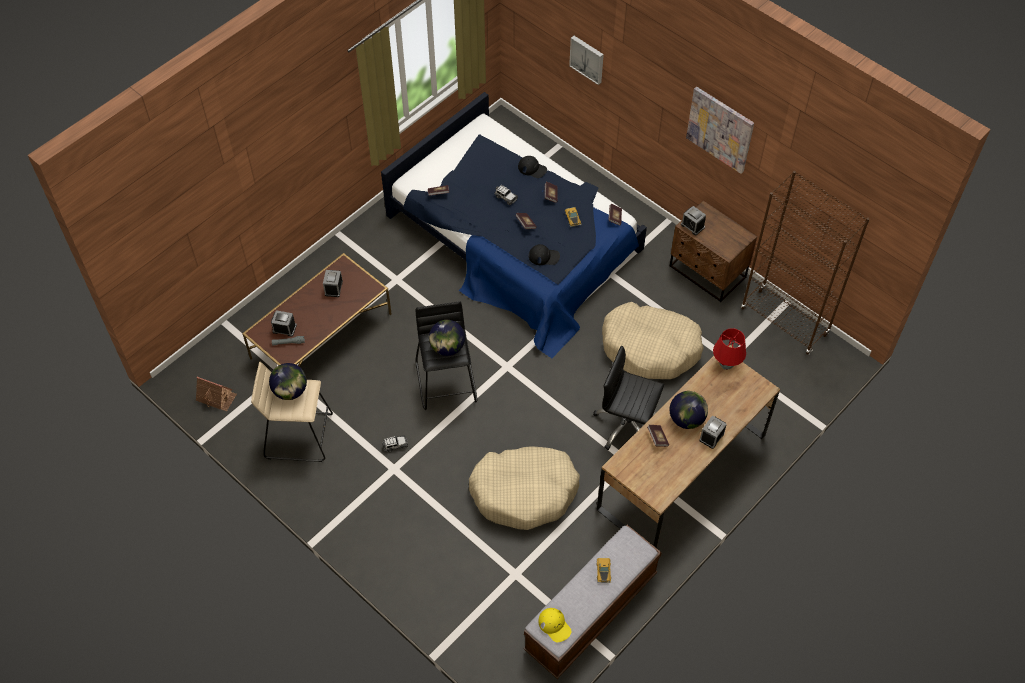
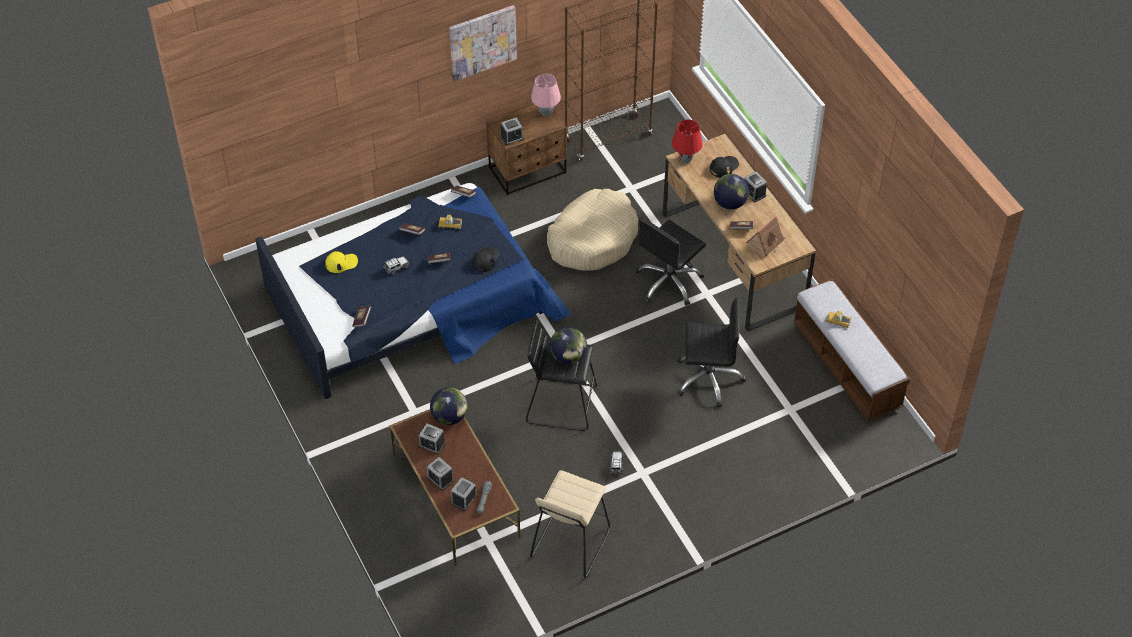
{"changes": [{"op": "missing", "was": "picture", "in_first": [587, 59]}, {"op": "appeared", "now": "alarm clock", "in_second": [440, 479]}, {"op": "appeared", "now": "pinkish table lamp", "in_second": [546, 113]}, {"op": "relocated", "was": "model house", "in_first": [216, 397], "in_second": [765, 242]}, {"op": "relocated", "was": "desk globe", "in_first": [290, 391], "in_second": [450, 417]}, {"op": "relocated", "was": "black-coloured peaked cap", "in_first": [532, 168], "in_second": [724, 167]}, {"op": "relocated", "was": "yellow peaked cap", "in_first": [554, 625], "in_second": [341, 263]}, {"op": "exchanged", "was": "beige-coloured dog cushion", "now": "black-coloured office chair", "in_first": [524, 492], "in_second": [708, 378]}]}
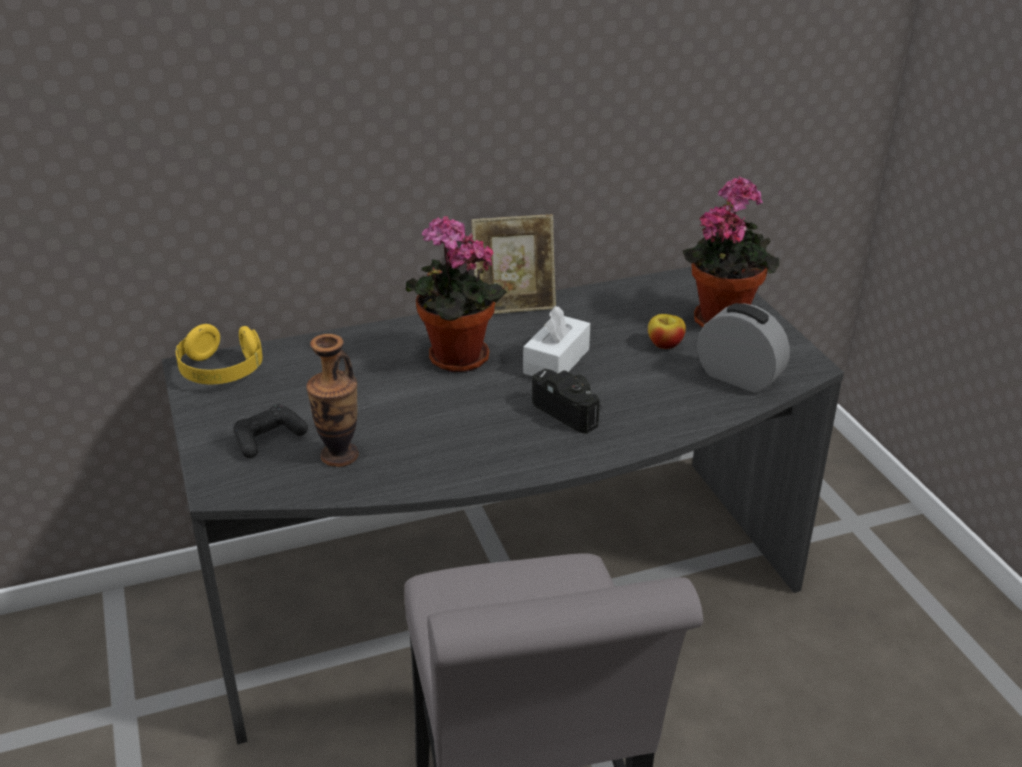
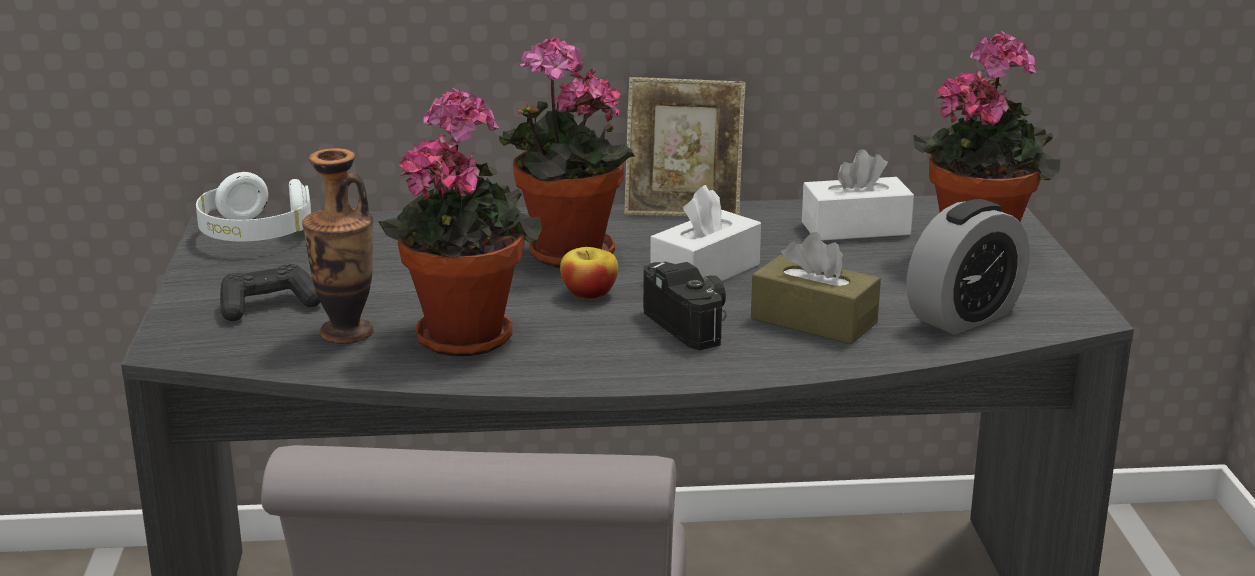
{"changes": [{"op": "appeared", "now": "houseplant", "in_second": [465, 333]}, {"op": "appeared", "now": "brown-coloured tissue box", "in_second": [813, 321]}, {"op": "appeared", "now": "whitish tissue box", "in_second": [855, 228]}, {"op": "relocated", "was": "apple fruit", "in_first": [665, 344], "in_second": [589, 294]}, {"op": "colour", "was": "yellow headphones", "now": "whitish headphones", "in_first": [221, 371], "in_second": [255, 235]}, {"op": "spun", "was": "alarm clock", "in_first": [739, 377], "in_second": [964, 316], "clockwise": 90}]}
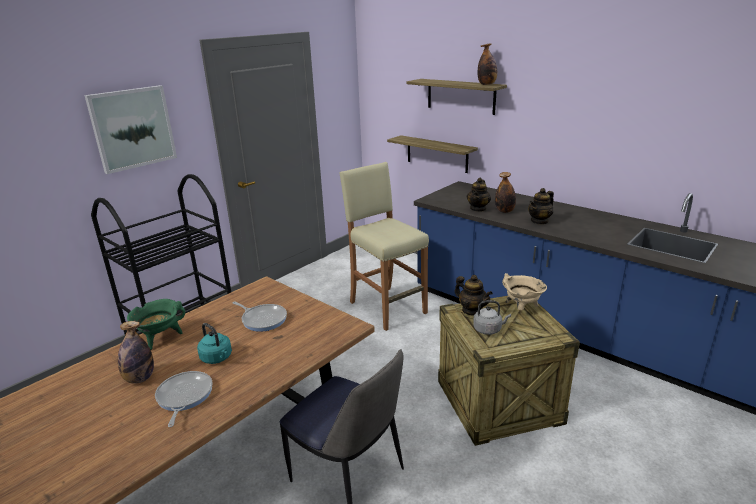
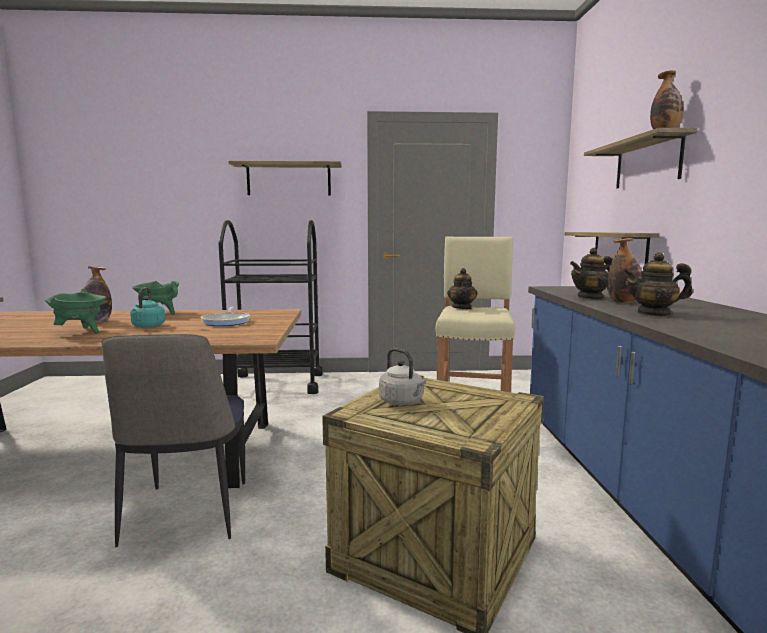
{"changes": [{"op": "missing", "was": "beige-coloured cooking pot", "in_first": [521, 308]}, {"op": "relocated", "was": "teapot", "in_first": [472, 310], "in_second": [462, 308]}, {"op": "exchanged", "was": "picture", "now": "bracket shelf", "in_first": [132, 128], "in_second": [289, 179]}, {"op": "exchanged", "was": "pan", "now": "greenish cooking pot", "in_first": [184, 397], "in_second": [81, 332]}]}
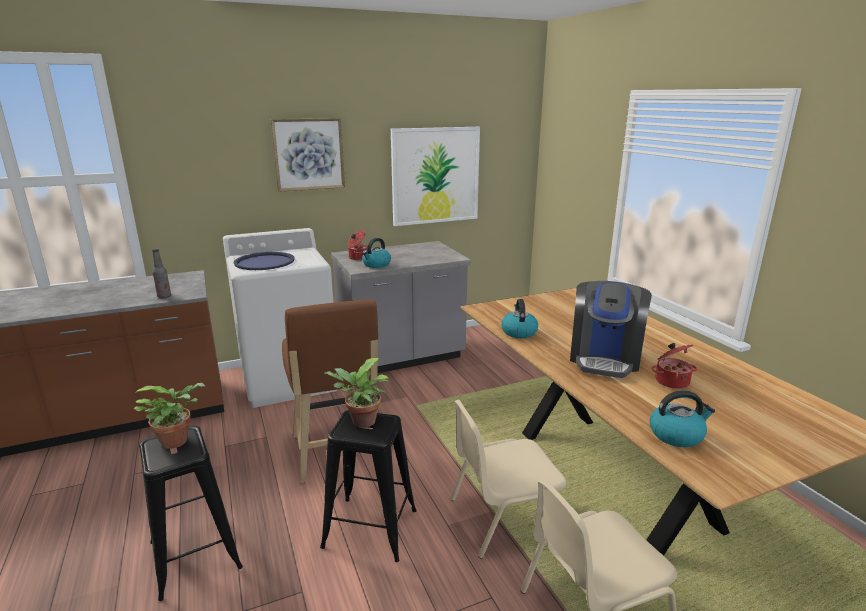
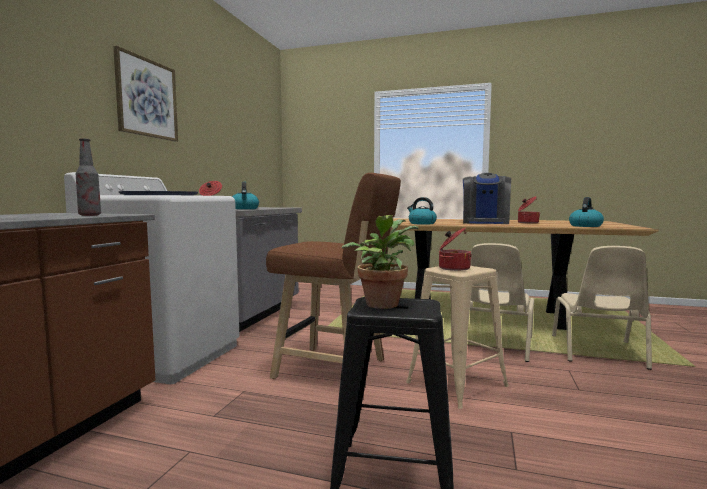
{"changes": [{"op": "missing", "was": "picture", "in_first": [435, 175]}, {"op": "exchanged", "was": "houseplant", "now": "cooking pot", "in_first": [361, 422], "in_second": [453, 268]}, {"op": "colour", "was": "black-coloured stool seat", "now": "beige-coloured stool seat", "in_first": [369, 528], "in_second": [456, 384]}, {"op": "spun", "was": "coffee machine", "in_first": [604, 358], "in_second": [485, 223], "clockwise": 45}]}
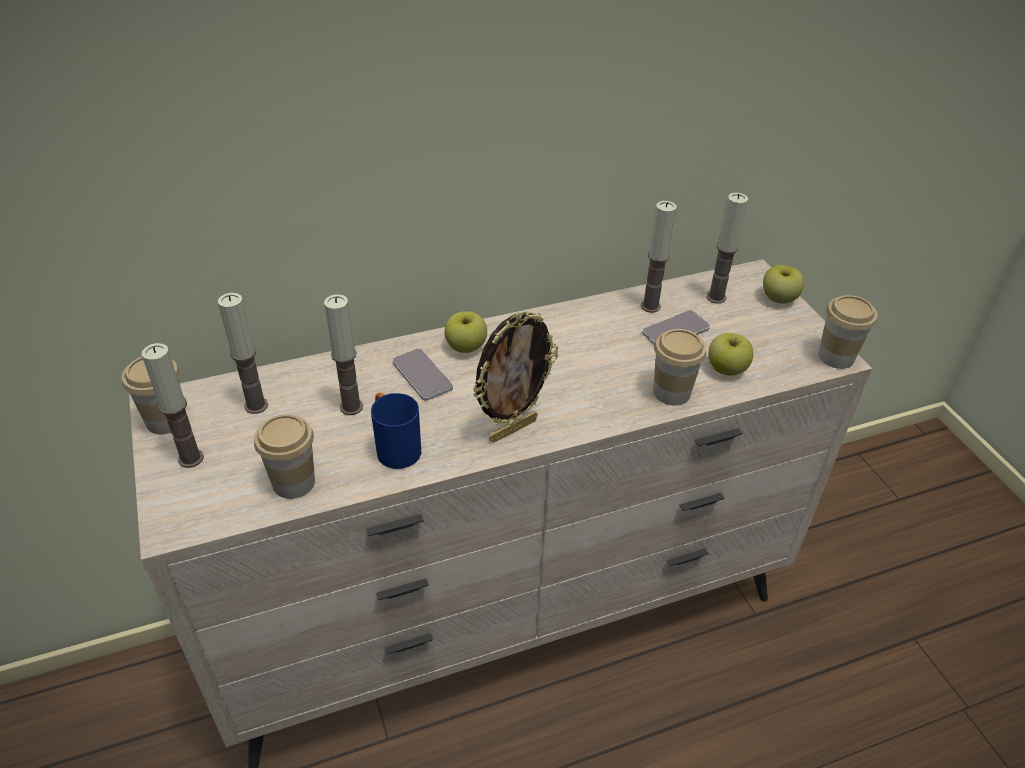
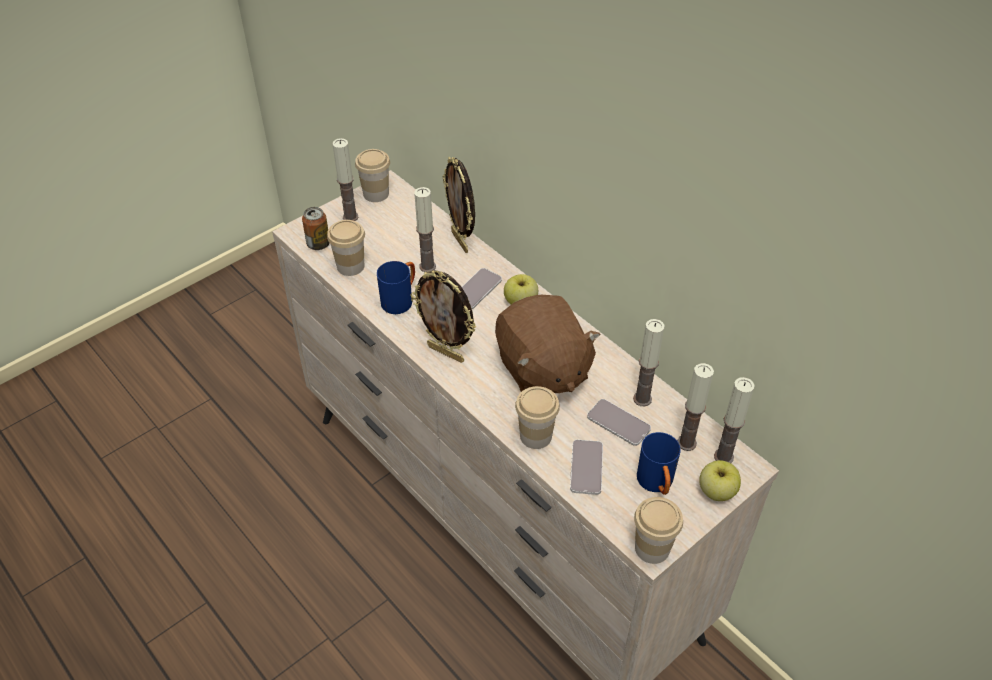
{"changes": [{"op": "appeared", "now": "sealed can", "in_second": [318, 244]}, {"op": "appeared", "now": "standing frame", "in_second": [461, 241]}, {"op": "appeared", "now": "brown-coloured soft toy", "in_second": [542, 370]}, {"op": "appeared", "now": "bluish tea mug", "in_second": [657, 484]}, {"op": "relocated", "was": "wax light", "in_first": [256, 405], "in_second": [723, 457]}, {"op": "exchanged", "was": "apple fruit", "now": "telephone", "in_first": [726, 369], "in_second": [586, 467]}]}
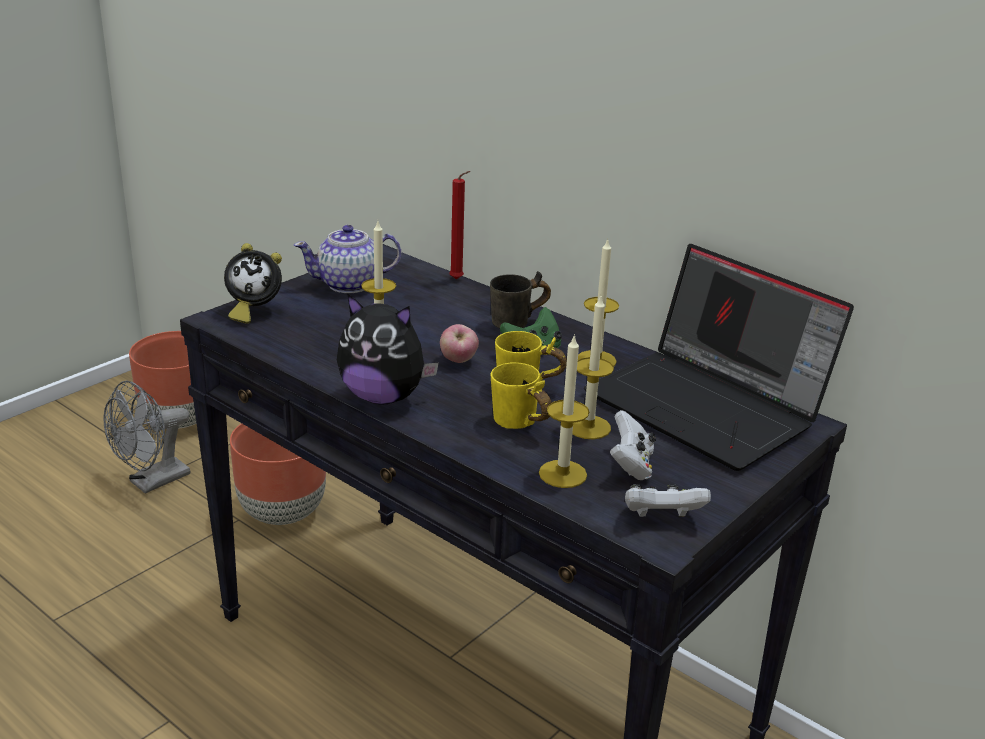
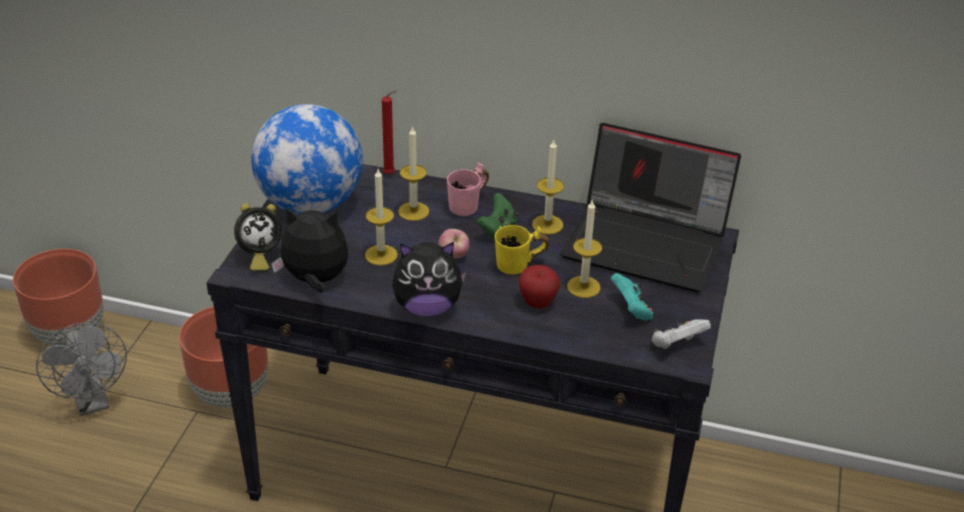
{"changes": [{"op": "appeared", "now": "soft toy", "in_second": [315, 280]}, {"op": "relocated", "was": "wax light", "in_first": [562, 474], "in_second": [413, 211]}, {"op": "exchanged", "was": "teapot", "now": "desk globe", "in_first": [350, 284], "in_second": [311, 204]}, {"op": "exchanged", "was": "yellow tea mug", "now": "apple fruit", "in_first": [516, 427], "in_second": [537, 303]}, {"op": "colour", "was": "greyish tea mug", "now": "pinkish tea mug", "in_first": [519, 325], "in_second": [470, 207]}, {"op": "colour", "was": "whitish gamepad", "now": "blue-green gamepad", "in_first": [631, 465], "in_second": [631, 310]}, {"op": "spun", "was": "greyish cooling fan", "in_first": [152, 482], "in_second": [92, 402], "clockwise": -45}]}
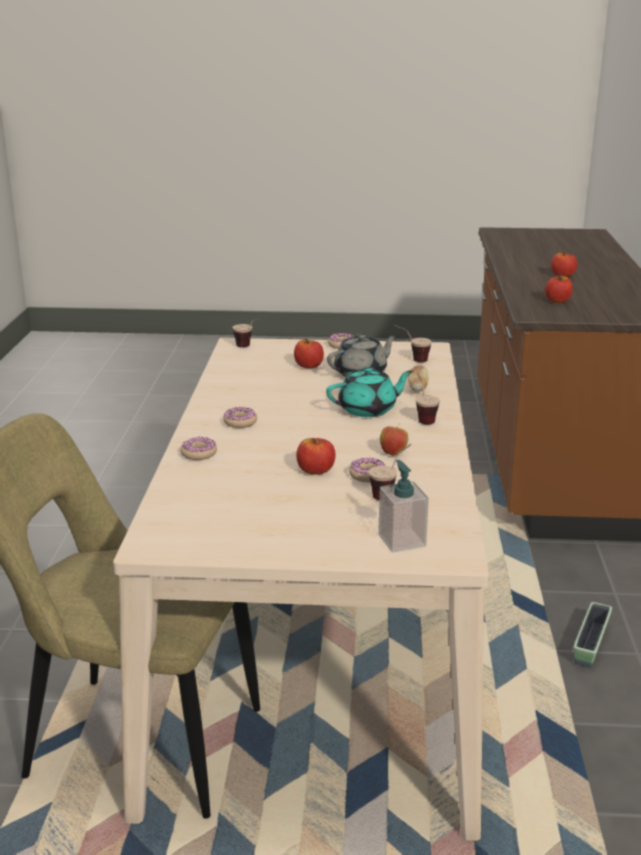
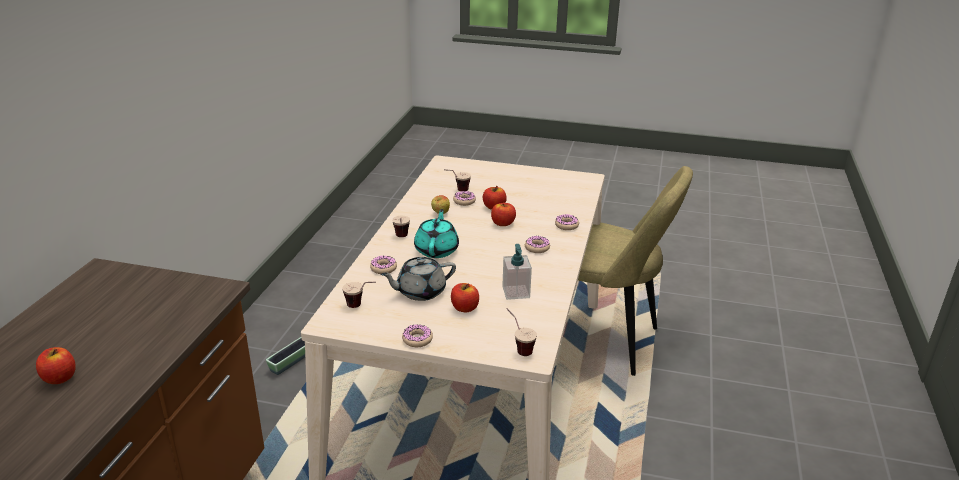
{"changes": [{"op": "relocated", "was": "soap dispenser", "in_first": [401, 540], "in_second": [516, 292]}, {"op": "relocated", "was": "apple fruit", "in_first": [557, 301], "in_second": [503, 223]}, {"op": "exchanged", "was": "bread", "now": "ring doughnut", "in_first": [417, 388], "in_second": [383, 268]}, {"op": "spun", "was": "blue-green teapot", "in_first": [368, 409], "in_second": [437, 250], "clockwise": 105}]}
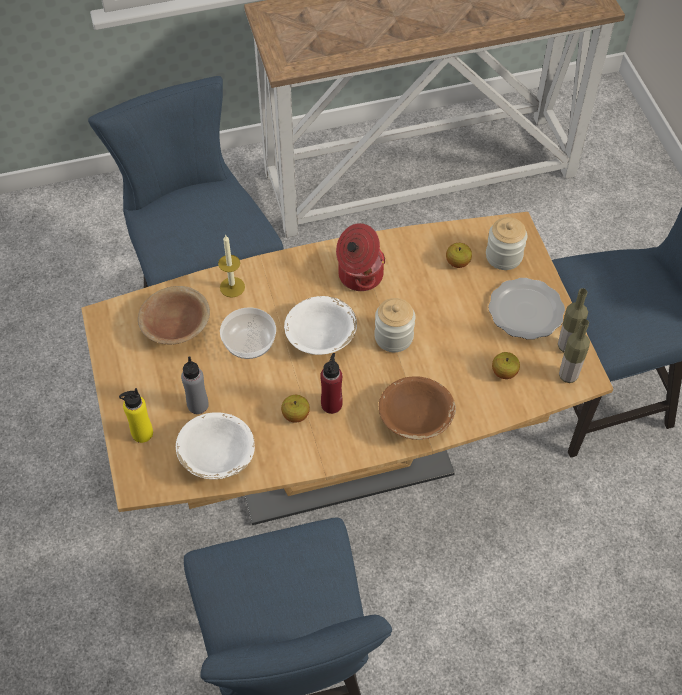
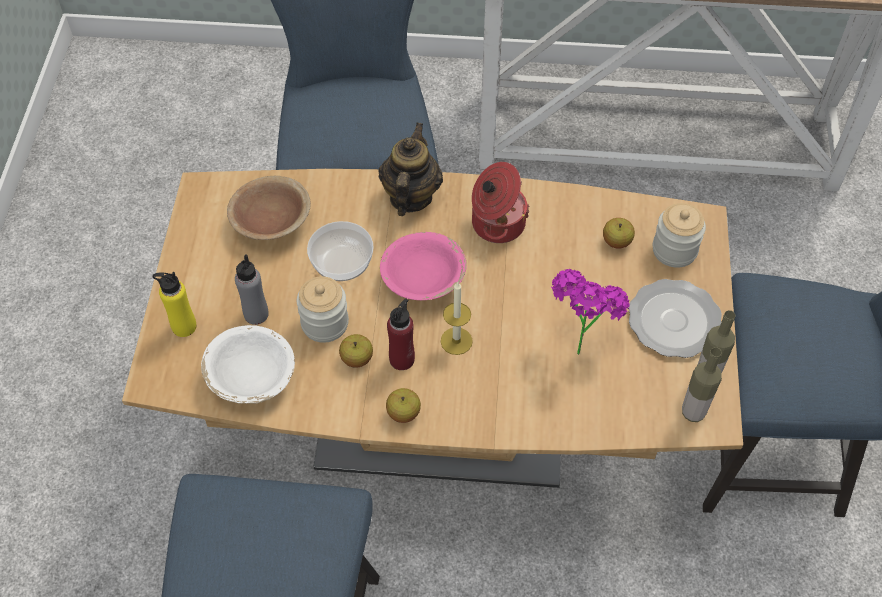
{"changes": [{"op": "missing", "was": "brown-coloured deep dish", "in_first": [415, 418]}, {"op": "appeared", "now": "teapot", "in_second": [410, 197]}, {"op": "appeared", "now": "houseplant", "in_second": [579, 341]}, {"op": "relocated", "was": "wax light", "in_first": [232, 287], "in_second": [456, 341]}, {"op": "relocated", "was": "storage jar", "in_first": [393, 337], "in_second": [325, 323]}, {"op": "relocated", "was": "apple fruit", "in_first": [504, 372], "in_second": [403, 413]}, {"op": "colour", "was": "whitish deep dish", "now": "pinkish deep dish", "in_first": [320, 336], "in_second": [423, 279]}]}
